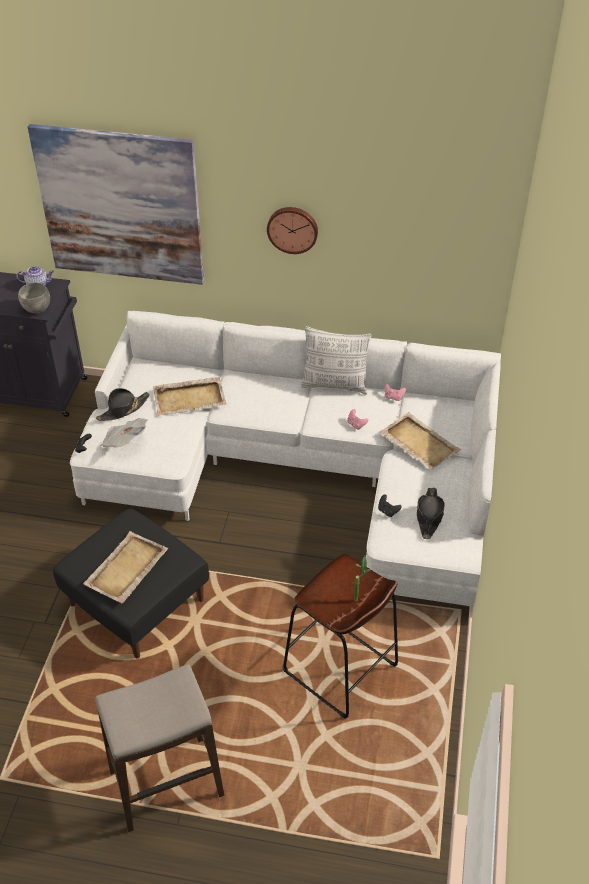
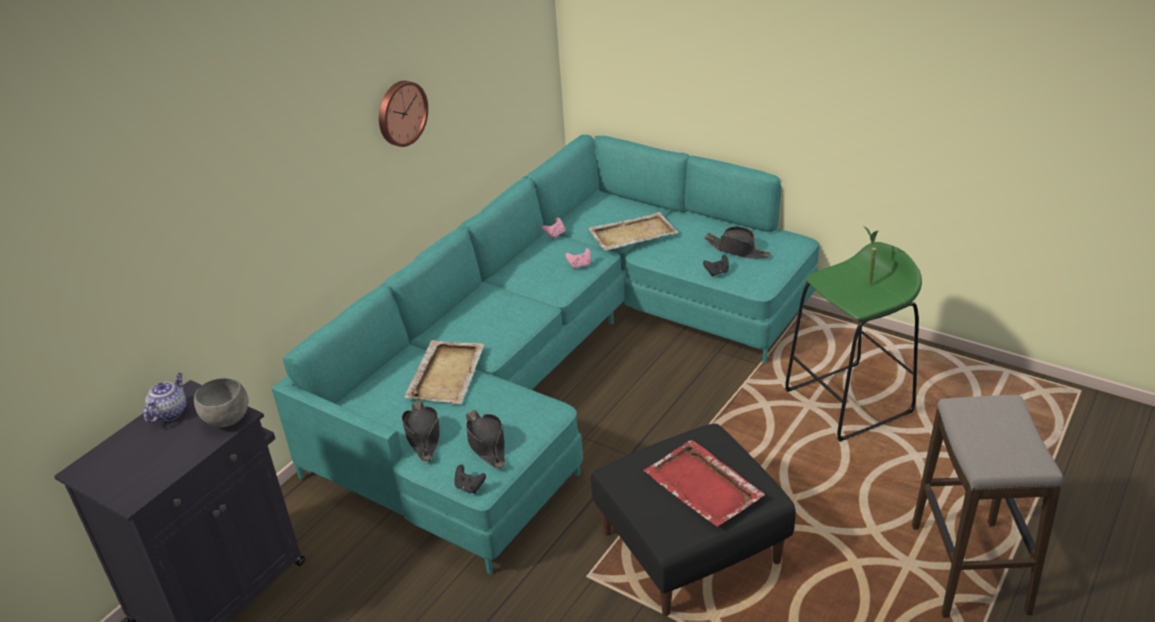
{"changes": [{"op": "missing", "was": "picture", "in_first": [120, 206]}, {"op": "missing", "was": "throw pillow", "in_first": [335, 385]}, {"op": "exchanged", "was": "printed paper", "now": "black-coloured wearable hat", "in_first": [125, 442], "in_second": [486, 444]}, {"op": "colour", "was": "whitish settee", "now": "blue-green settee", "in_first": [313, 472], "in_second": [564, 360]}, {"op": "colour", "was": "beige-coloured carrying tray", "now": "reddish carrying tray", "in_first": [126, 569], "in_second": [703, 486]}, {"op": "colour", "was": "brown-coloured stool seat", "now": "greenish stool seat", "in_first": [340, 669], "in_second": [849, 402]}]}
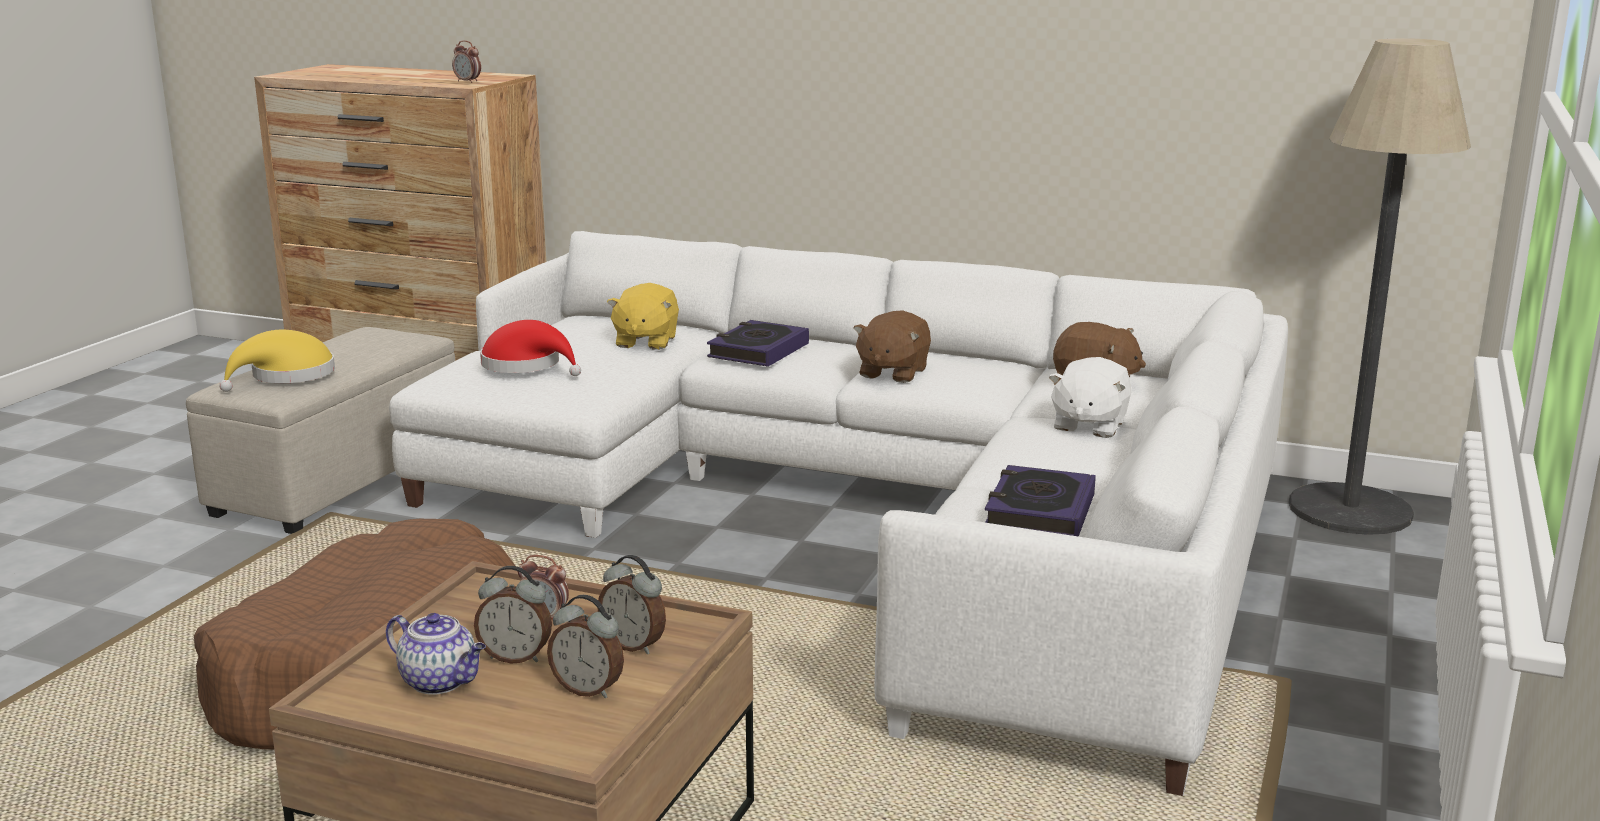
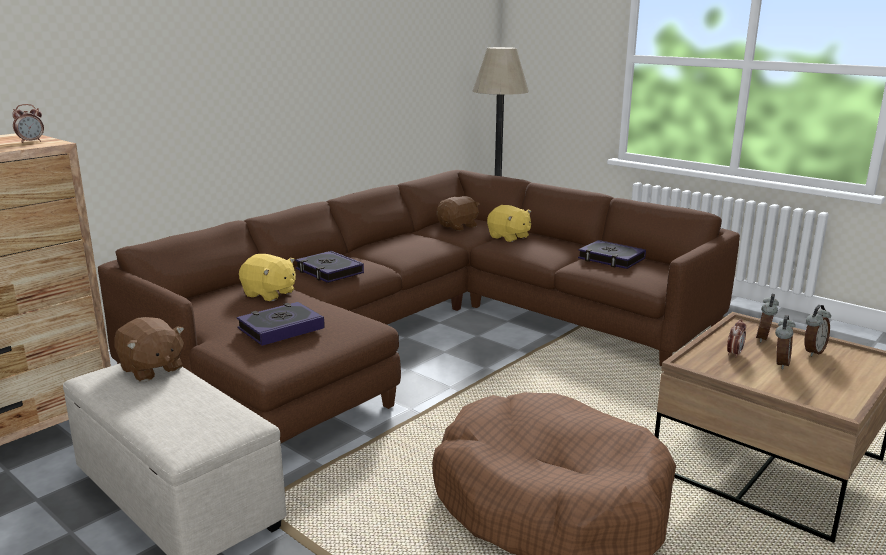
{"changes": [{"op": "missing", "was": "yellow wearable hat", "in_first": [287, 376]}, {"op": "missing", "was": "teapot", "in_first": [441, 682]}, {"op": "relocated", "was": "brown-coloured soft toy", "in_first": [892, 373], "in_second": [151, 369]}, {"op": "exchanged", "was": "reddish wearable hat", "now": "book", "in_first": [526, 365], "in_second": [281, 329]}, {"op": "colour", "was": "whitish settee", "now": "brown-coloured settee", "in_first": [879, 513], "in_second": [425, 328]}, {"op": "colour", "was": "whitish soft toy", "now": "yellow soft toy", "in_first": [1088, 426], "in_second": [509, 237]}, {"op": "spun", "was": "alarm clock", "in_first": [634, 645], "in_second": [764, 338], "clockwise": 150}]}
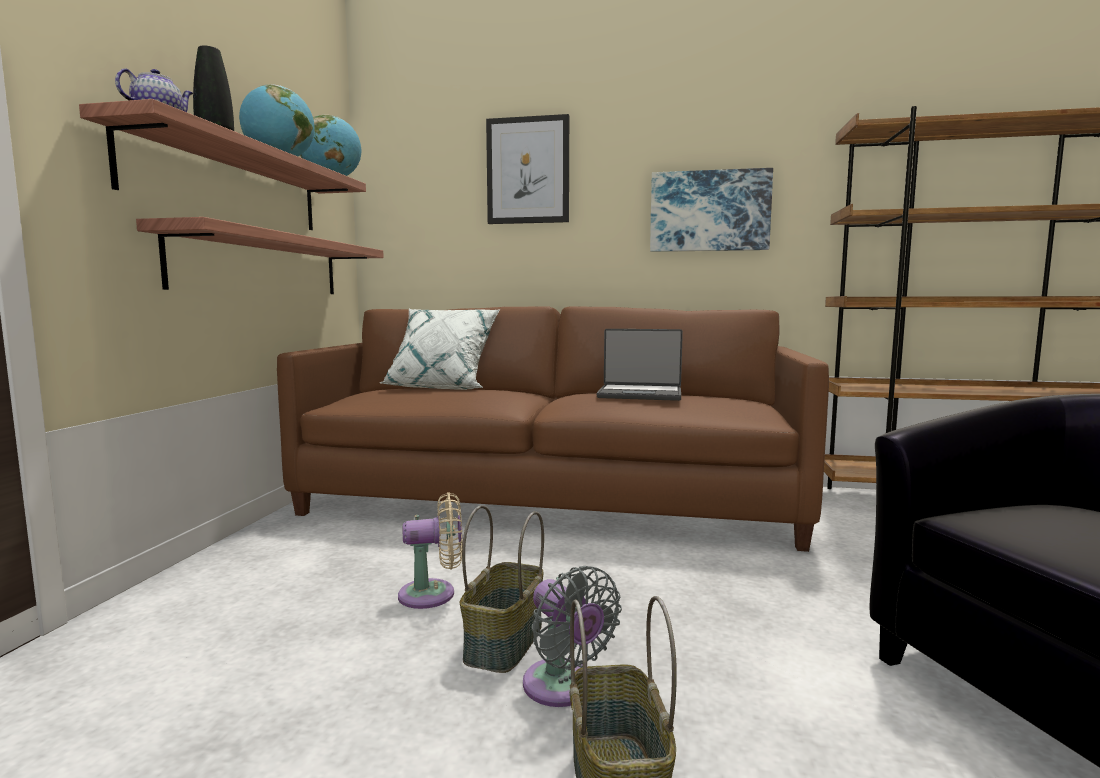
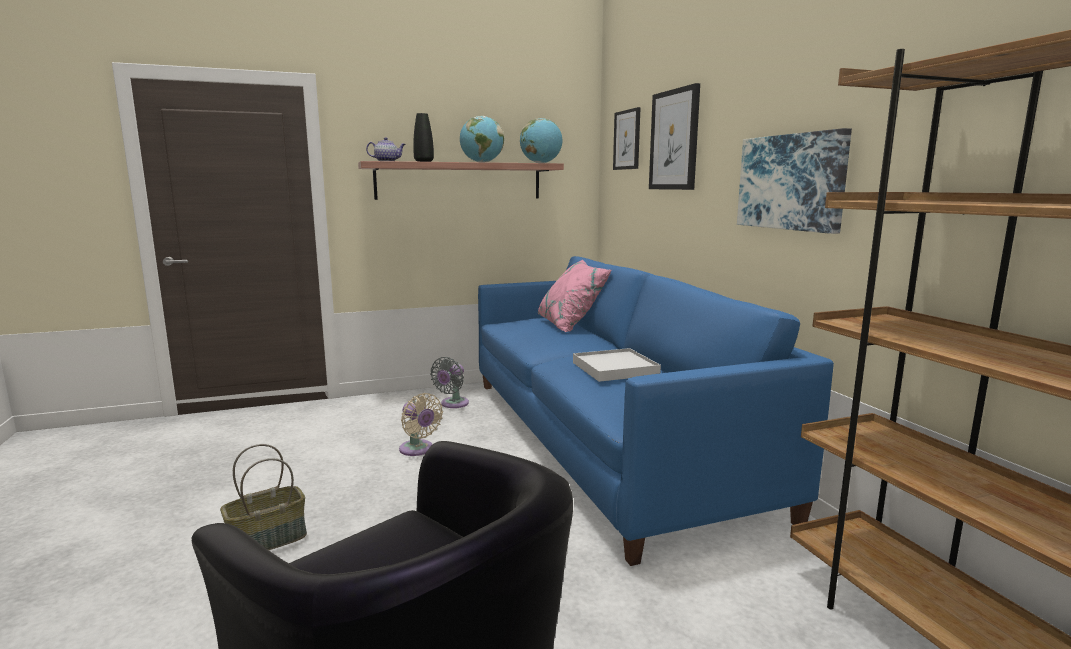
{"changes": [{"op": "missing", "was": "bracket shelf", "in_first": [262, 265]}, {"op": "missing", "was": "storage basket", "in_first": [505, 643]}, {"op": "appeared", "now": "picture", "in_second": [627, 140]}, {"op": "relocated", "was": "greyish cooling fan", "in_first": [563, 688], "in_second": [452, 404]}, {"op": "exchanged", "was": "portable computer", "now": "whitish carrying tray", "in_first": [640, 394], "in_second": [615, 368]}, {"op": "colour", "was": "brown-coloured settee", "now": "bluish settee", "in_first": [550, 501], "in_second": [604, 439]}, {"op": "colour", "was": "whitish throw pillow", "now": "pinkish throw pillow", "in_first": [442, 387], "in_second": [571, 325]}]}
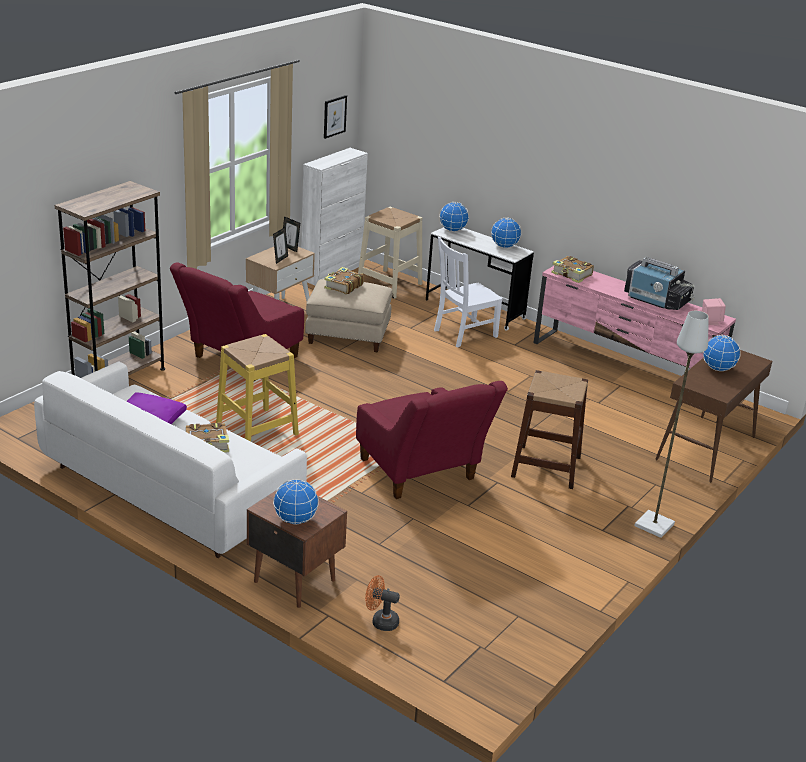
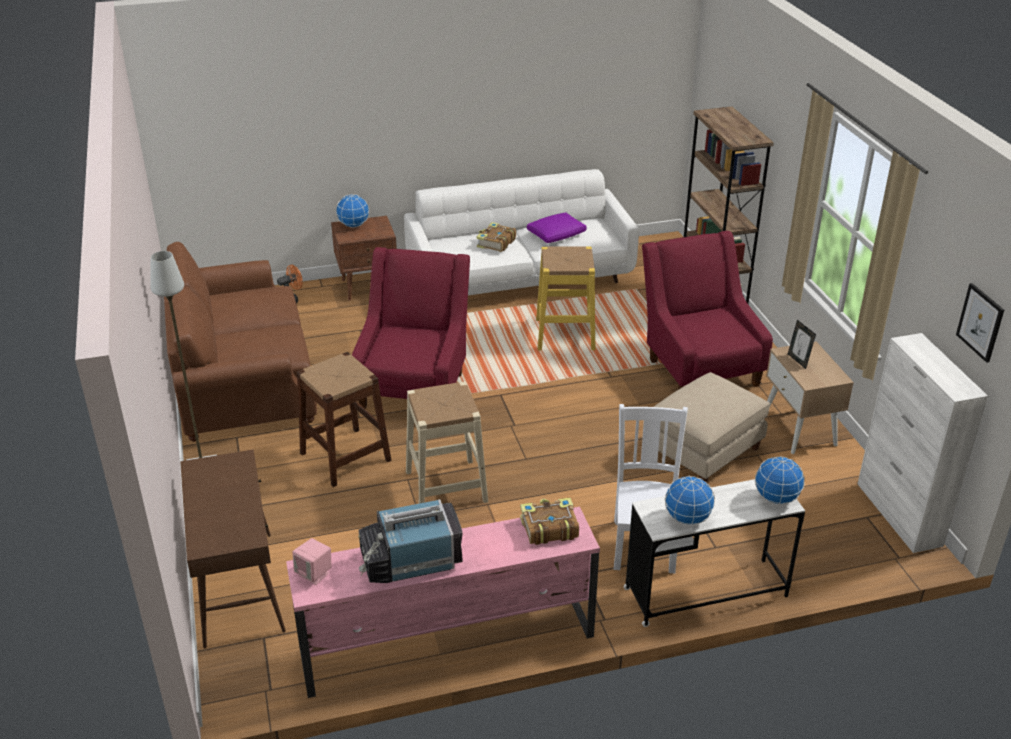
{"changes": [{"op": "missing", "was": "standing frame", "in_first": [290, 248]}, {"op": "missing", "was": "book", "in_first": [343, 286]}, {"op": "missing", "was": "desk globe", "in_first": [718, 369]}, {"op": "appeared", "now": "brown-coloured settee", "in_second": [243, 380]}, {"op": "relocated", "was": "beige-coloured stool seat", "in_first": [389, 284], "in_second": [446, 486]}, {"op": "spun", "was": "reddish easy chair", "in_first": [421, 474], "in_second": [414, 384], "clockwise": 90}]}
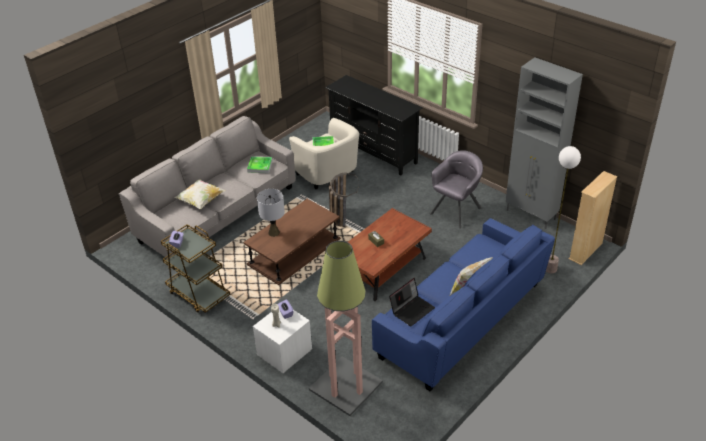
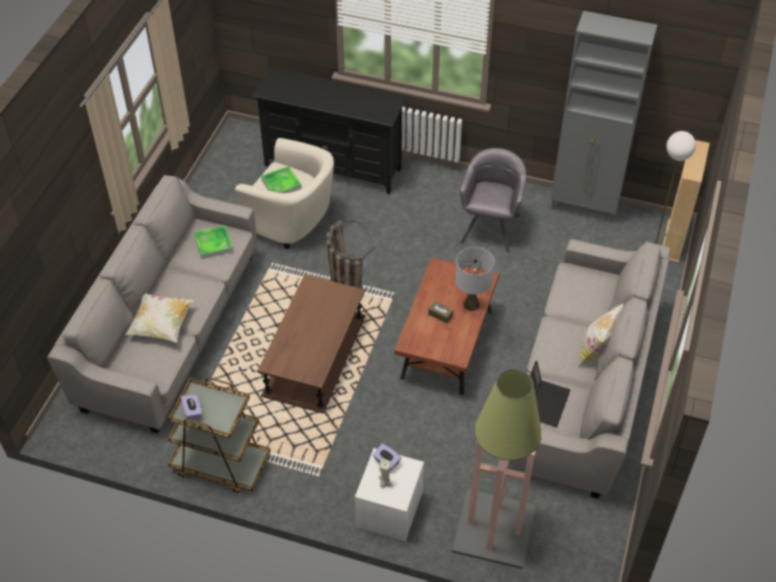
{"changes": [{"op": "relocated", "was": "greyish table lamp", "in_first": [274, 232], "in_second": [471, 304]}, {"op": "colour", "was": "bluish settee", "now": "greyish settee", "in_first": [461, 320], "in_second": [581, 387]}]}
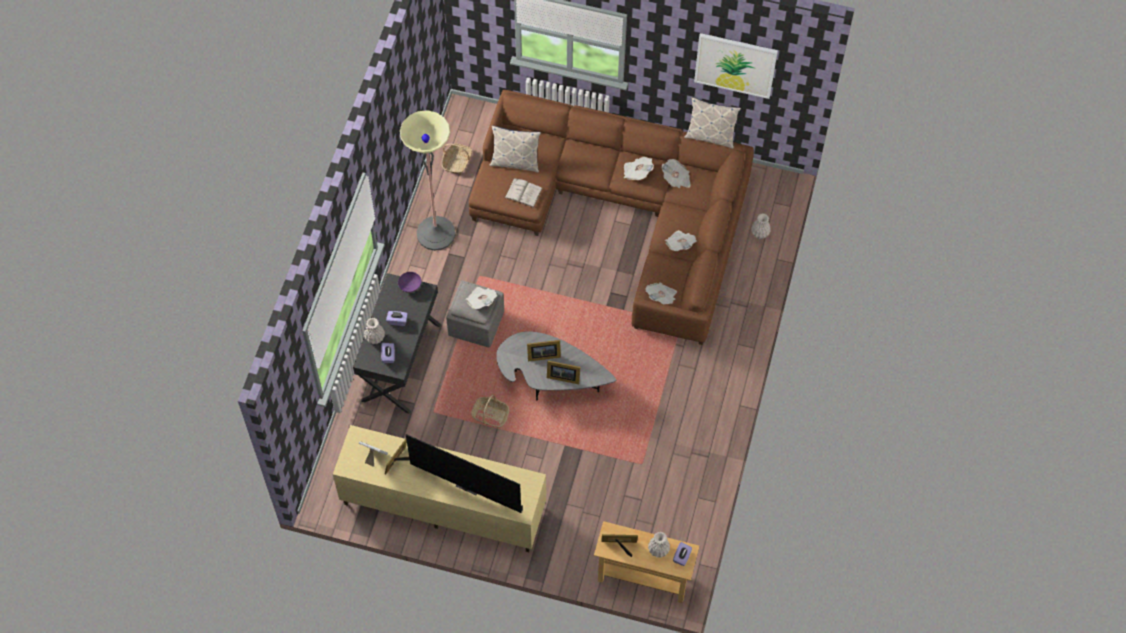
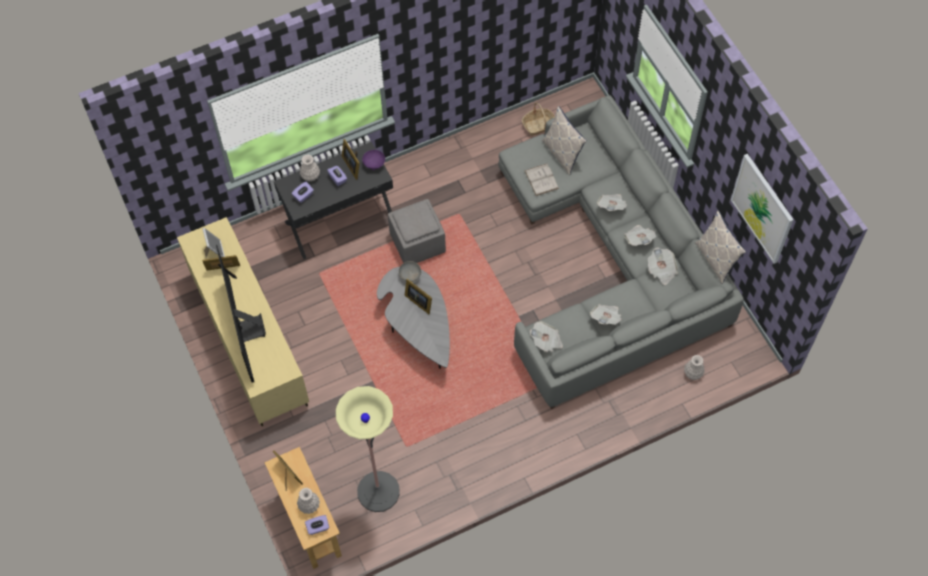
{"changes": [{"op": "missing", "was": "storage basket", "in_first": [490, 415]}, {"op": "appeared", "now": "greyish deep dish", "in_second": [410, 275]}, {"op": "relocated", "was": "standing lamp", "in_first": [436, 233], "in_second": [378, 491]}, {"op": "relocated", "was": "printed paper", "in_first": [481, 301], "in_second": [612, 206]}, {"op": "relocated", "was": "standing frame", "in_first": [562, 376], "in_second": [352, 165]}, {"op": "colour", "was": "brown-coloured settee", "now": "greyish settee", "in_first": [623, 212], "in_second": [610, 264]}]}
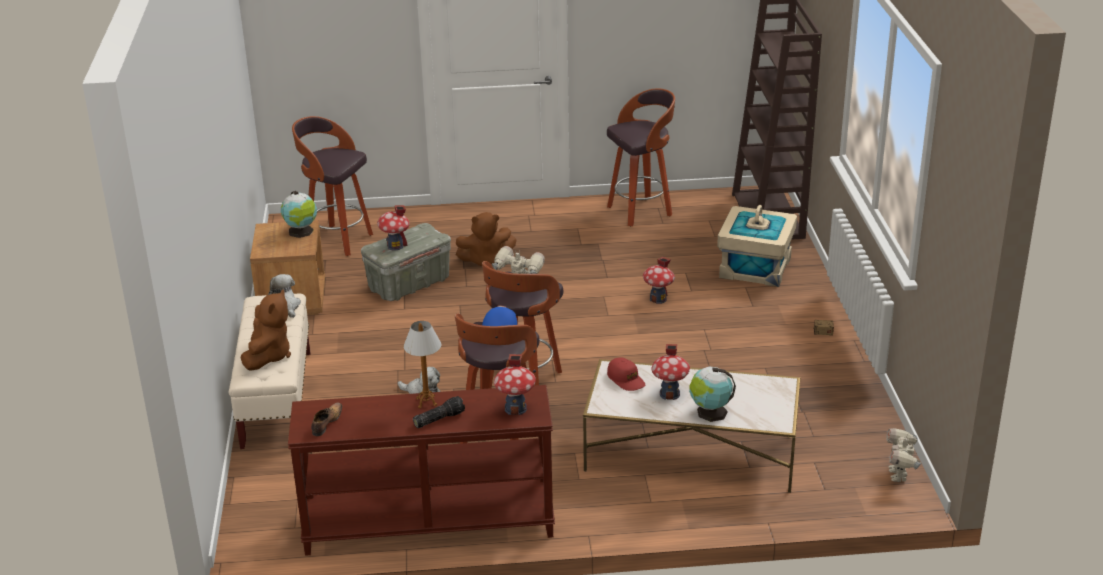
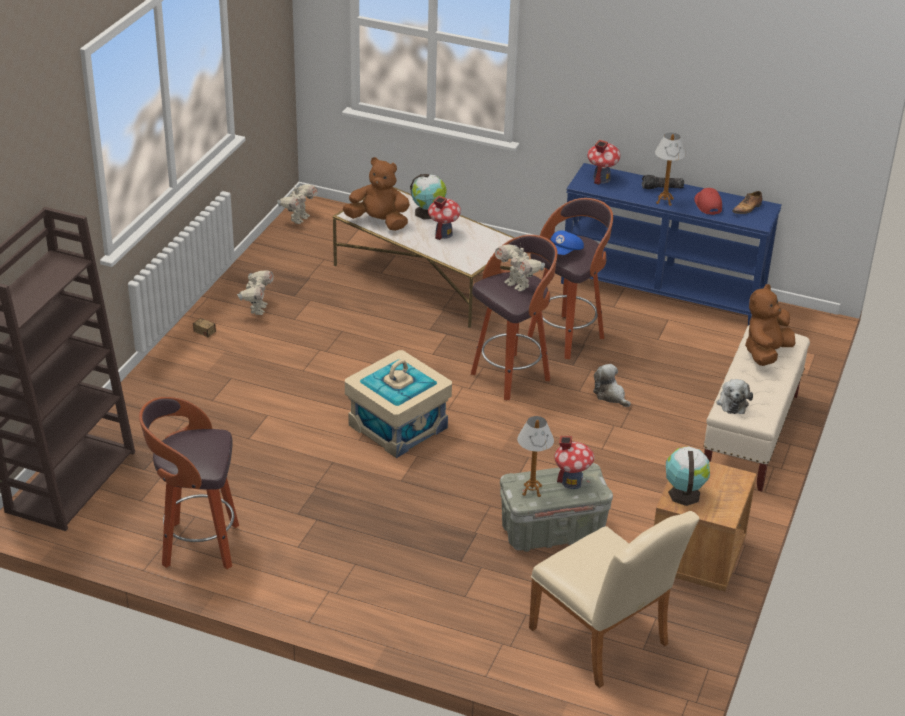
{"changes": [{"op": "missing", "was": "model house", "in_first": [658, 299]}, {"op": "appeared", "now": "robot figure", "in_second": [257, 309]}, {"op": "appeared", "now": "table lamp", "in_second": [532, 490]}, {"op": "relocated", "was": "brown-coloured soft toy", "in_first": [486, 260], "in_second": [379, 222]}, {"op": "relocated", "was": "reddish peaked cap", "in_first": [626, 379], "in_second": [707, 205]}, {"op": "relocated", "was": "beige-coloured storage bin", "in_first": [755, 268], "in_second": [397, 426]}, {"op": "exchanged", "was": "stool seat", "now": "beige-coloured upright chair", "in_first": [337, 240], "in_second": [604, 641]}, {"op": "colour", "was": "brown-coloured console table", "now": "bluish console table", "in_first": [428, 526], "in_second": [663, 291]}]}
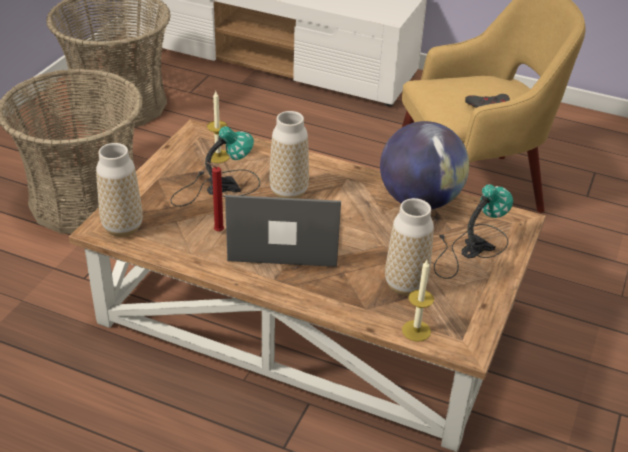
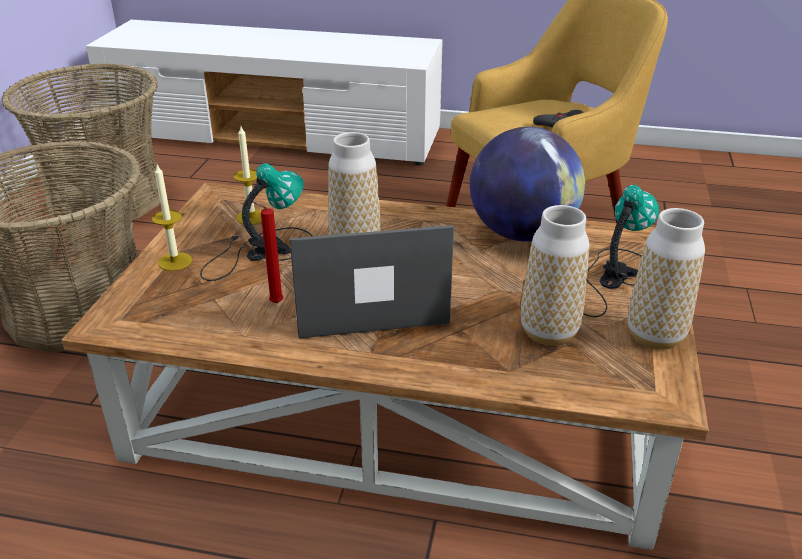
{"changes": [{"op": "relocated", "was": "flower vase", "in_first": [123, 227], "in_second": [655, 336]}, {"op": "relocated", "was": "wax light", "in_first": [416, 331], "in_second": [175, 261]}]}
